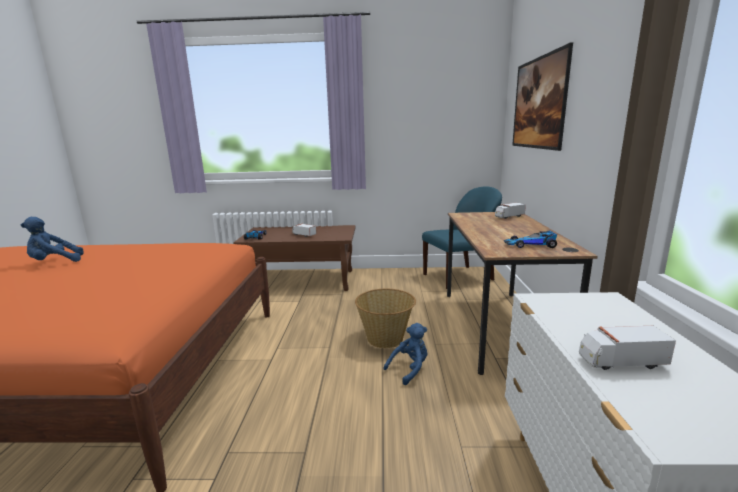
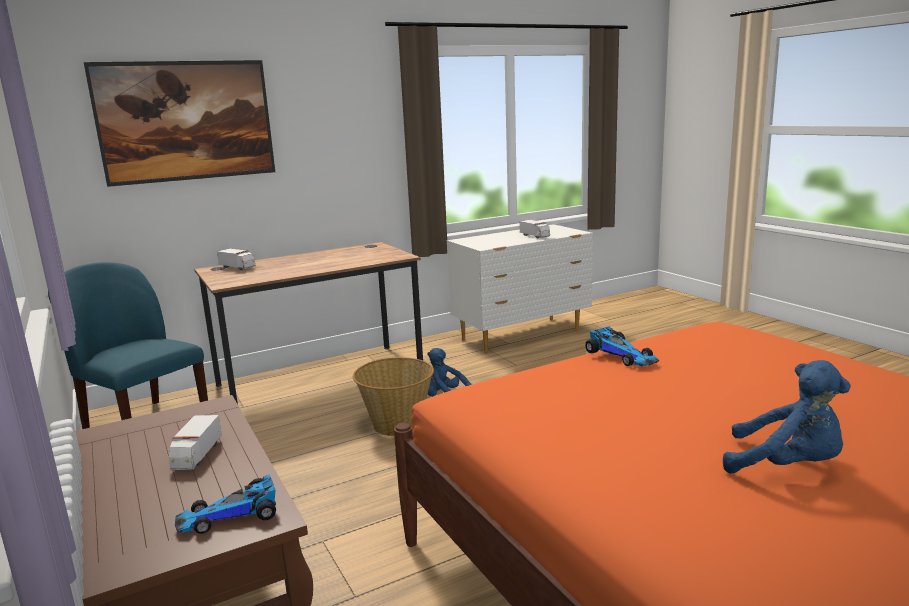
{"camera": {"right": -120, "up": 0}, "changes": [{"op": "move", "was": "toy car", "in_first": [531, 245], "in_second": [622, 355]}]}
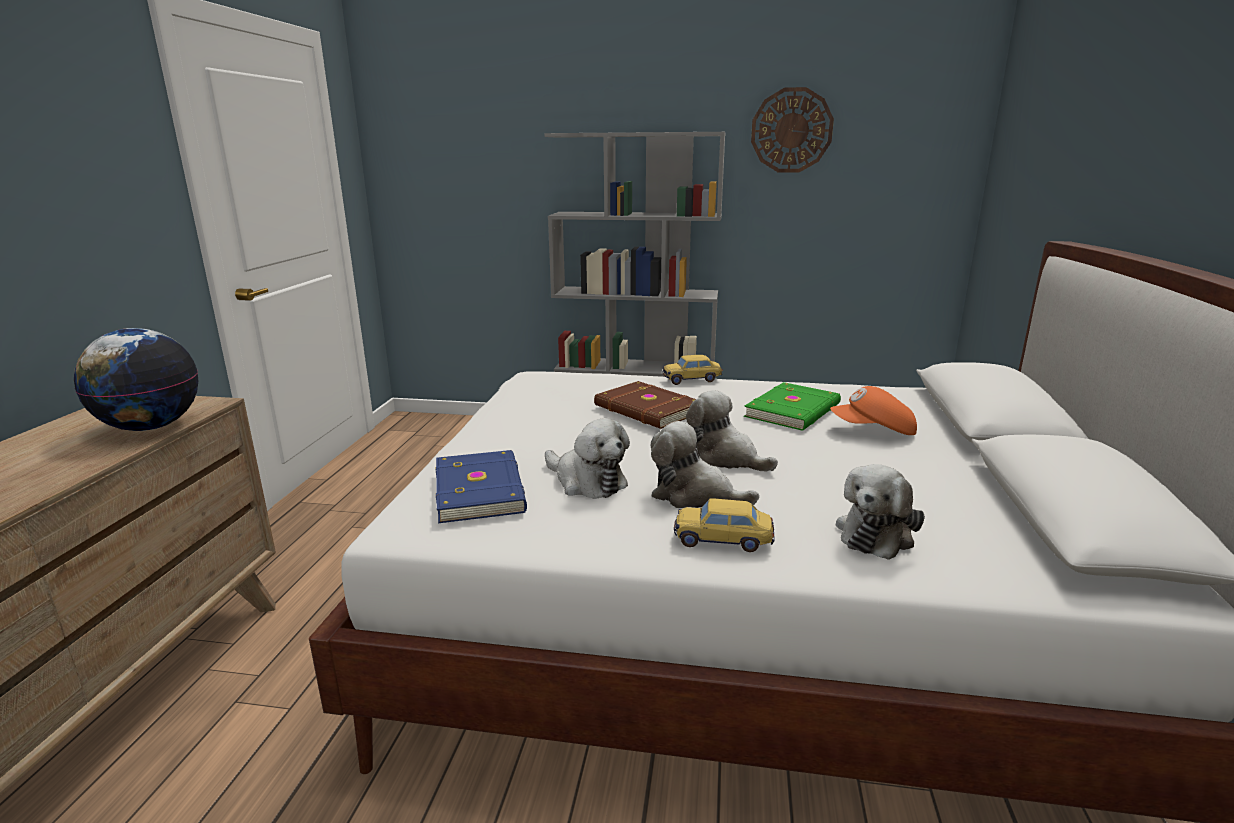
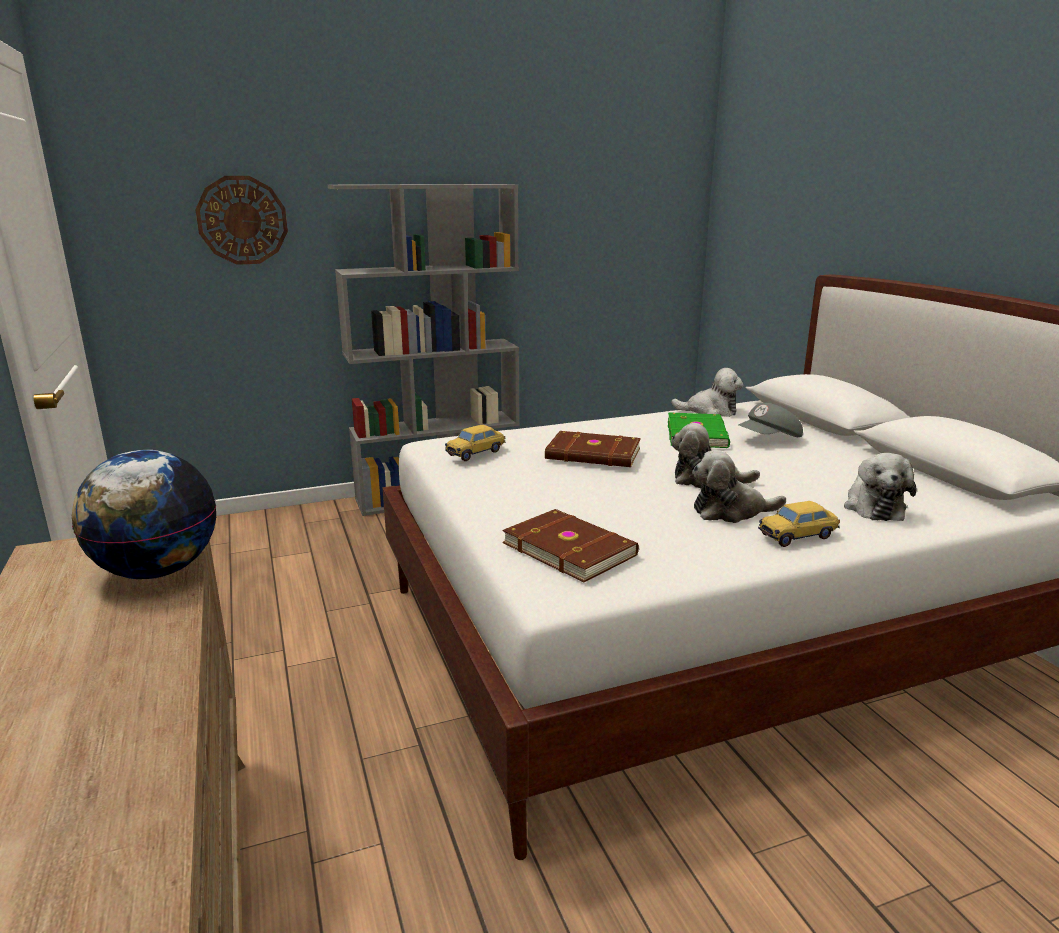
{"camera": {"right": -30, "up": 0}, "changes": [{"op": "move", "was": "hanging clock", "in_first": [791, 130], "in_second": [242, 220]}, {"op": "move", "was": "toy car", "in_first": [692, 380], "in_second": [476, 453]}, {"op": "recolor", "was": "bluish volume", "now": "brown volume", "in_first": [482, 490], "in_second": [570, 548]}, {"op": "move", "was": "soft toy", "in_first": [587, 482], "in_second": [710, 411]}, {"op": "recolor", "was": "orange peaked cap", "now": "gray peaked cap", "in_first": [873, 431], "in_second": [770, 439]}]}
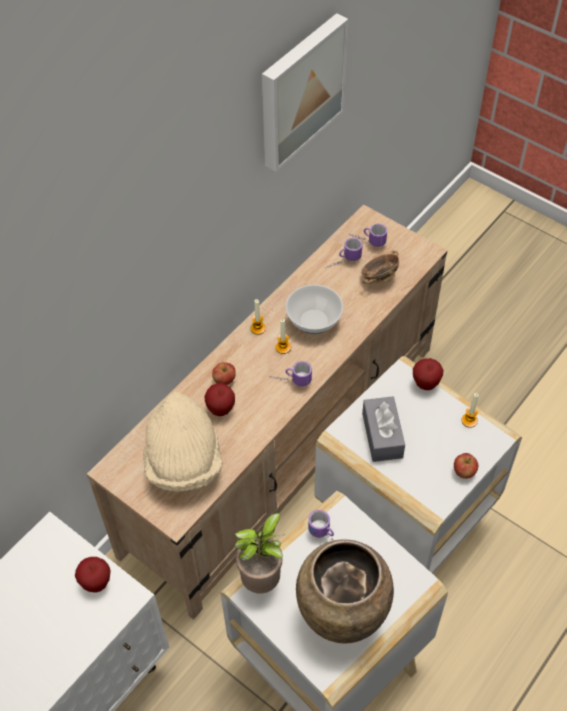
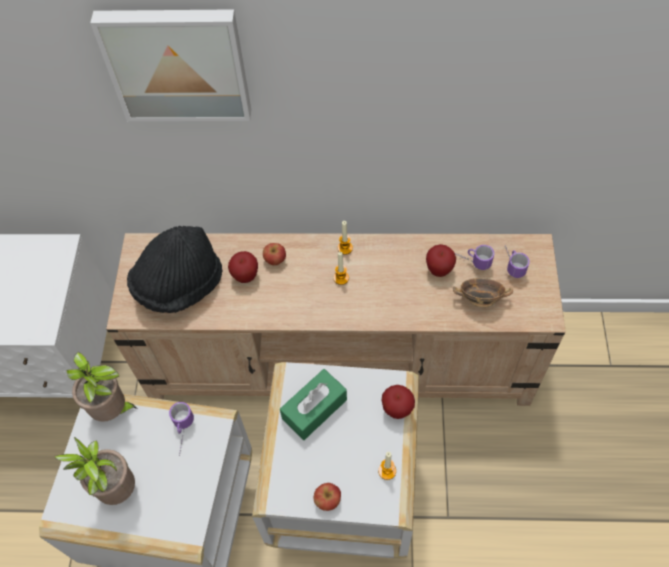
{"camera": {"right": 55, "up": 5}, "changes": [{"op": "replace", "was": "brown decorative vase", "now": "potted plant", "in_first": [340, 616], "in_second": [116, 489]}, {"op": "move", "was": "picture", "in_first": [300, 91], "in_second": [177, 63]}, {"op": "recolor", "was": "sand-coloured hat", "now": "black-coloured hat", "in_first": [183, 461], "in_second": [179, 285]}, {"op": "recolor", "was": "gray tissue box", "now": "green-coloured tissue box", "in_first": [382, 435], "in_second": [314, 409]}, {"op": "move", "was": "apple fruit", "in_first": [96, 583], "in_second": [439, 270]}, {"op": "delete", "was": "mug", "in_first": [290, 380]}, {"op": "delete", "was": "deep dish", "in_first": [313, 321]}]}
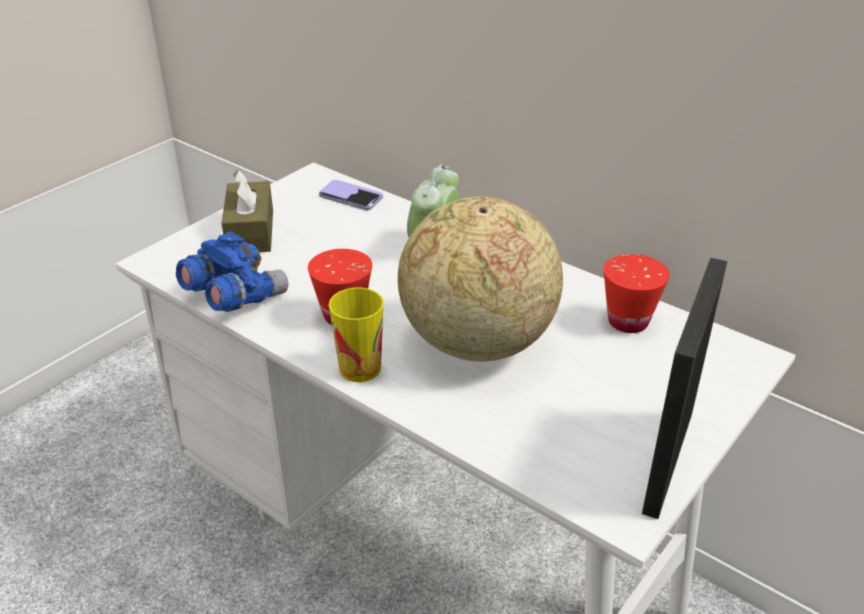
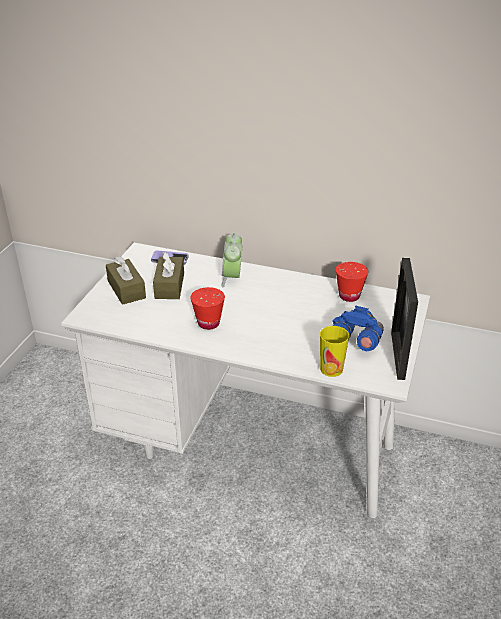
{"camera": {"right": -20, "up": 0}, "changes": [{"op": "insert", "now": "brown tissue box", "in_second": [169, 286]}, {"op": "move", "was": "cup", "in_first": [360, 368], "in_second": [331, 369]}, {"op": "move", "was": "bluish field glasses", "in_first": [234, 297], "in_second": [355, 342]}, {"op": "delete", "was": "desk globe", "in_first": [476, 343]}]}
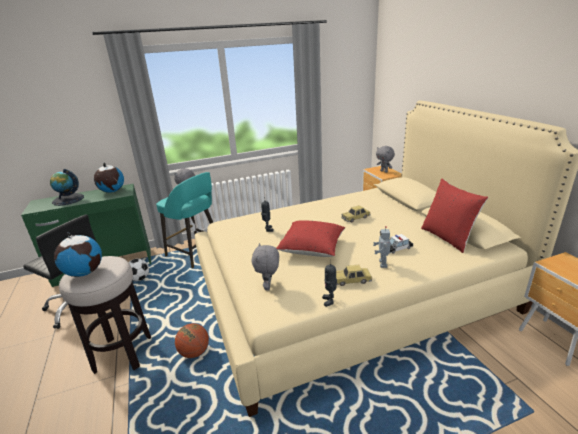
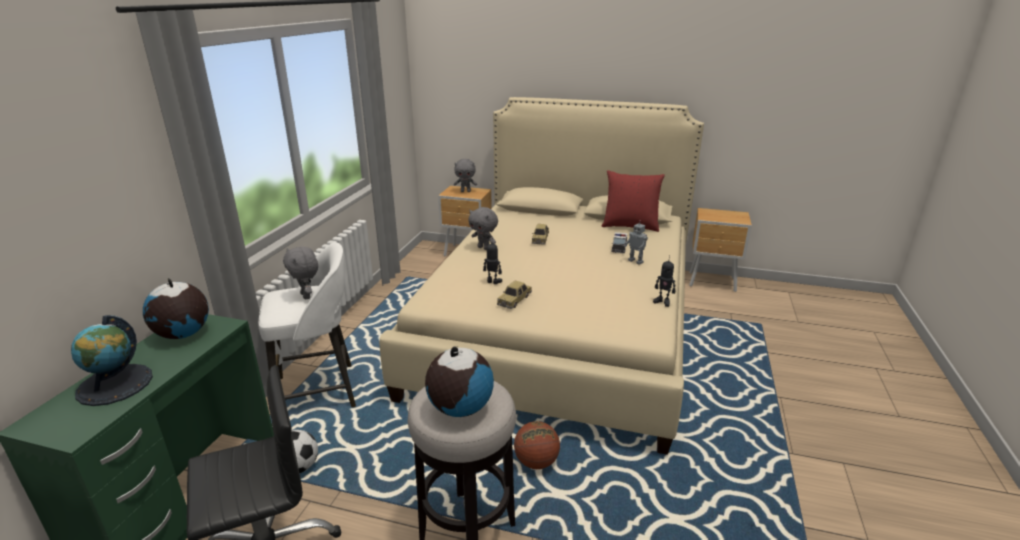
{"camera": {"right": -55, "up": 0}, "changes": [{"op": "recolor", "was": "turquoise-coloured stool seat", "now": "whitish stool seat", "in_first": [196, 253], "in_second": [319, 391]}, {"op": "move", "was": "gray soft toy", "in_first": [268, 286], "in_second": [484, 248]}, {"op": "move", "was": "toy car", "in_first": [351, 280], "in_second": [514, 300]}, {"op": "delete", "was": "red-coloured cushion", "in_first": [312, 248]}]}
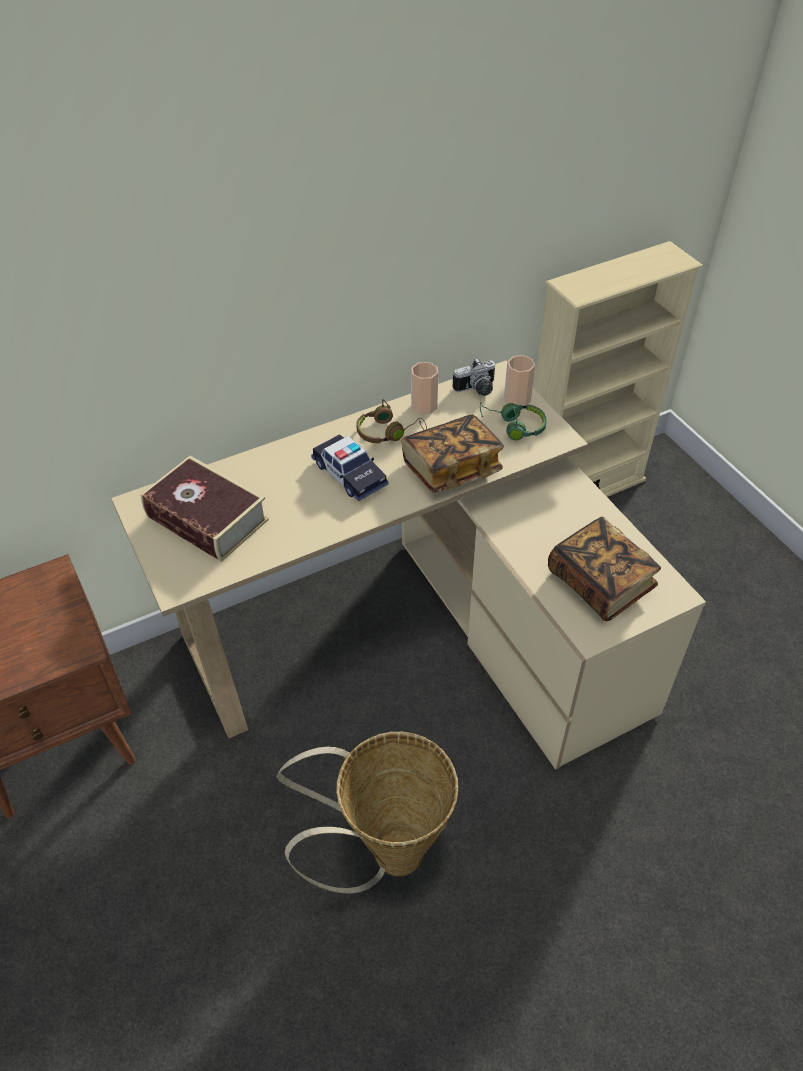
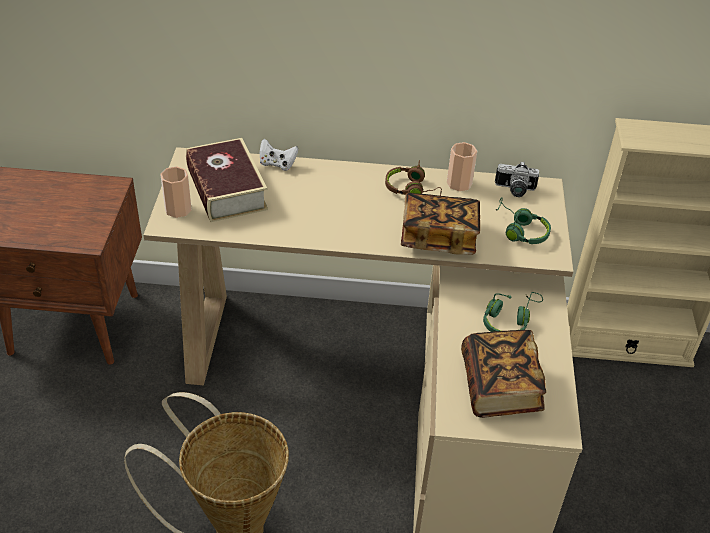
{"camera": {"right": 30, "up": -5}, "changes": [{"op": "move", "was": "cup", "in_first": [517, 399], "in_second": [178, 209]}, {"op": "insert", "now": "whitish game controller", "in_second": [277, 164]}, {"op": "insert", "now": "green-coloured pair of headphones", "in_second": [509, 320]}, {"op": "delete", "was": "toy car", "in_first": [349, 474]}]}
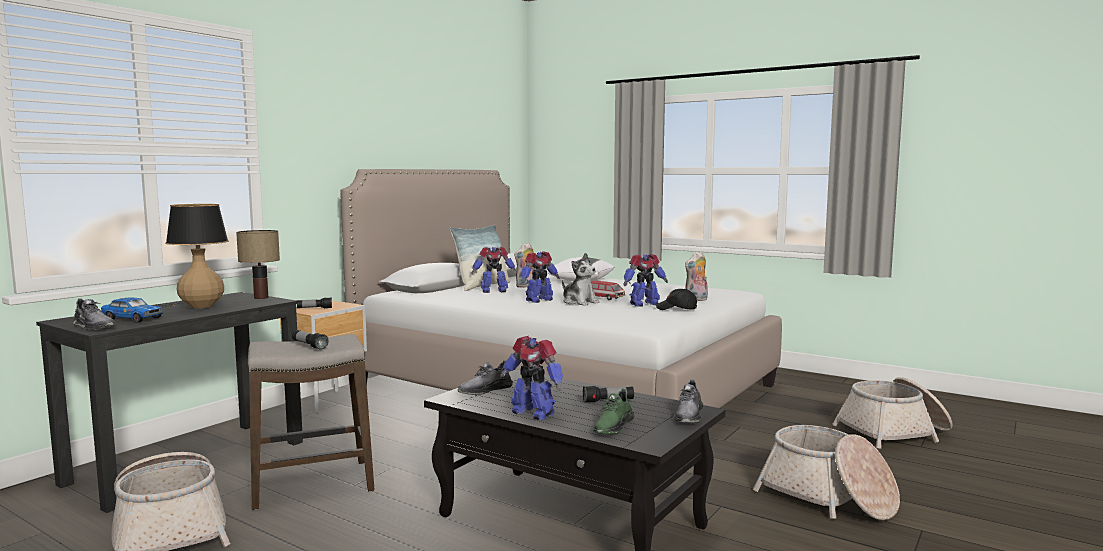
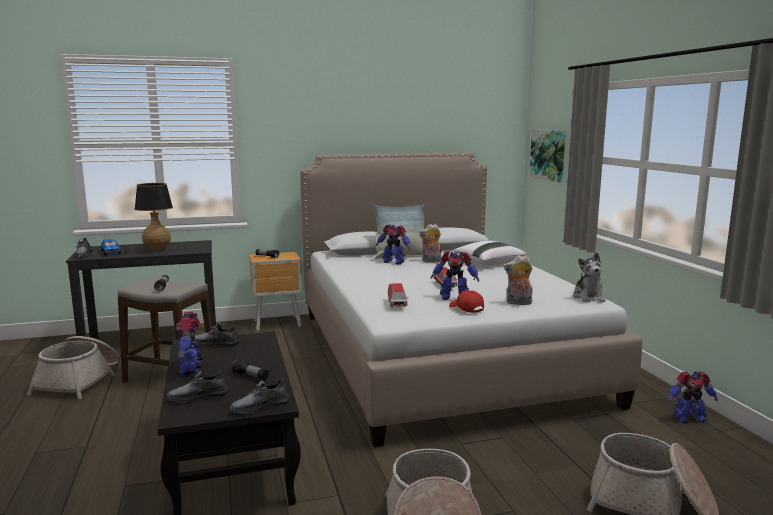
{"camera": {"right": 40, "up": 5}, "changes": [{"op": "recolor", "was": "green-coloured shoe", "now": "gray shoe", "in_first": [613, 426], "in_second": [198, 396]}, {"op": "insert", "now": "toy car", "in_second": [397, 303]}, {"op": "recolor", "was": "black-coloured peaked cap", "now": "red-coloured peaked cap", "in_first": [676, 309], "in_second": [466, 309]}, {"op": "insert", "now": "picture", "in_second": [548, 155]}, {"op": "move", "was": "soft toy", "in_first": [579, 302], "in_second": [588, 297]}, {"op": "move", "was": "toy robot", "in_first": [538, 300], "in_second": [688, 418]}, {"op": "delete", "was": "table lamp", "in_first": [262, 297]}]}
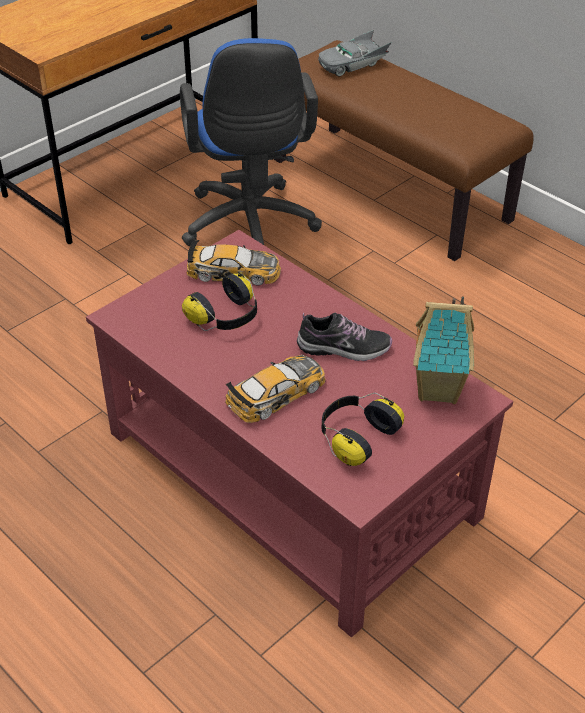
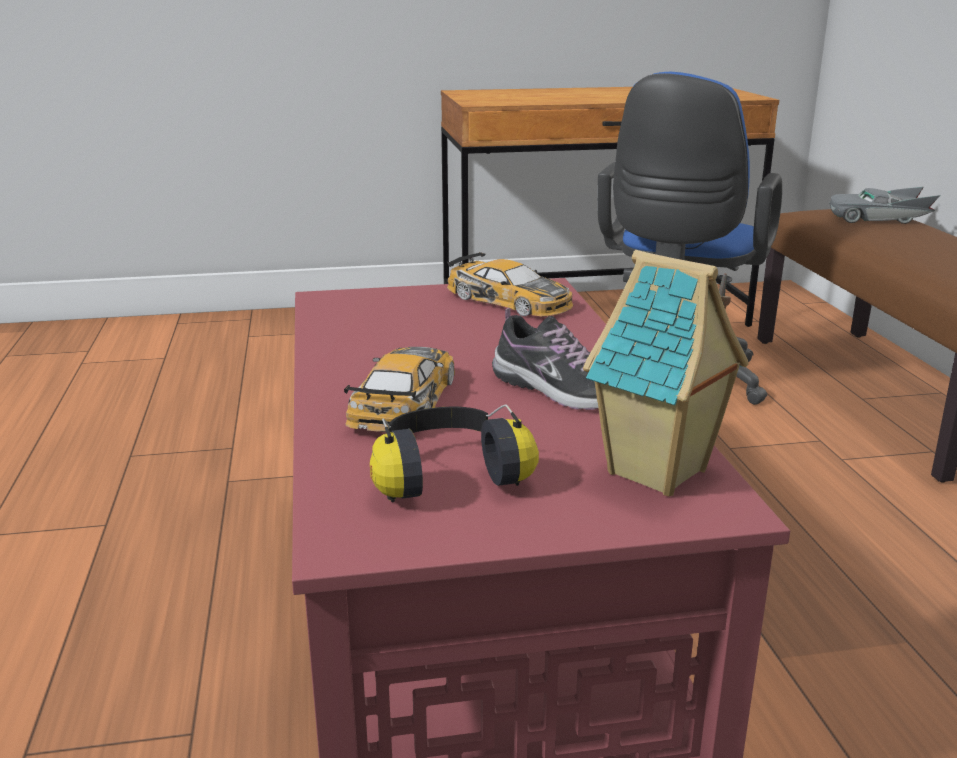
{"camera": {"right": 35, "up": -20}, "changes": [{"op": "rotate", "was": "toy car", "in_first": [277, 393], "in_second": [404, 400], "clockwise": -75}, {"op": "delete", "was": "pair of headphones", "in_first": [226, 317]}]}
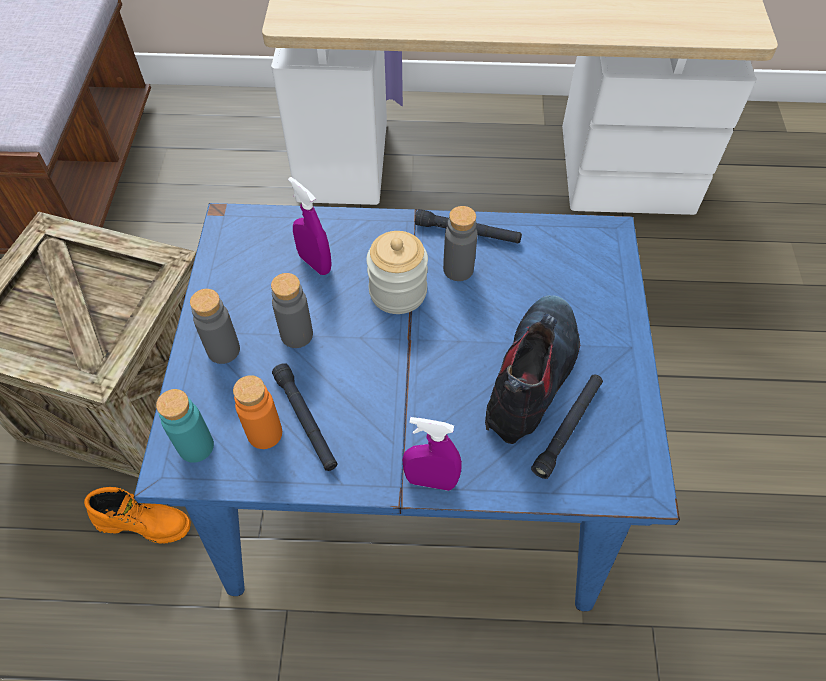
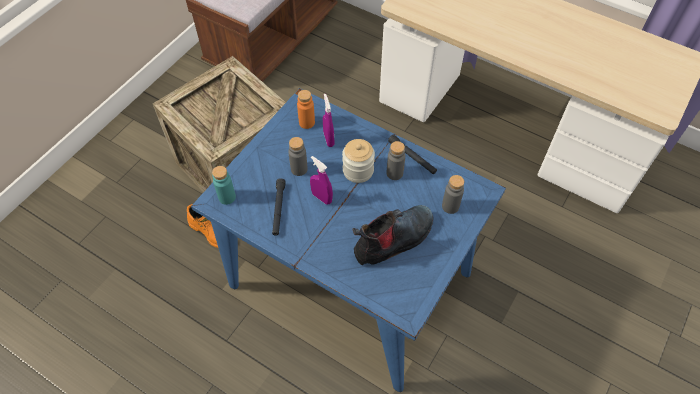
{"camera": {"right": 30, "up": 0}, "changes": [{"op": "move", "was": "orange bottle", "in_first": [265, 433], "in_second": [307, 122]}, {"op": "move", "was": "purple-coloured hand sprayer", "in_first": [431, 481], "in_second": [321, 197]}, {"op": "move", "was": "gray bottle", "in_first": [223, 350], "in_second": [450, 206]}, {"op": "delete", "was": "black-coloured torch", "in_first": [568, 427]}]}
